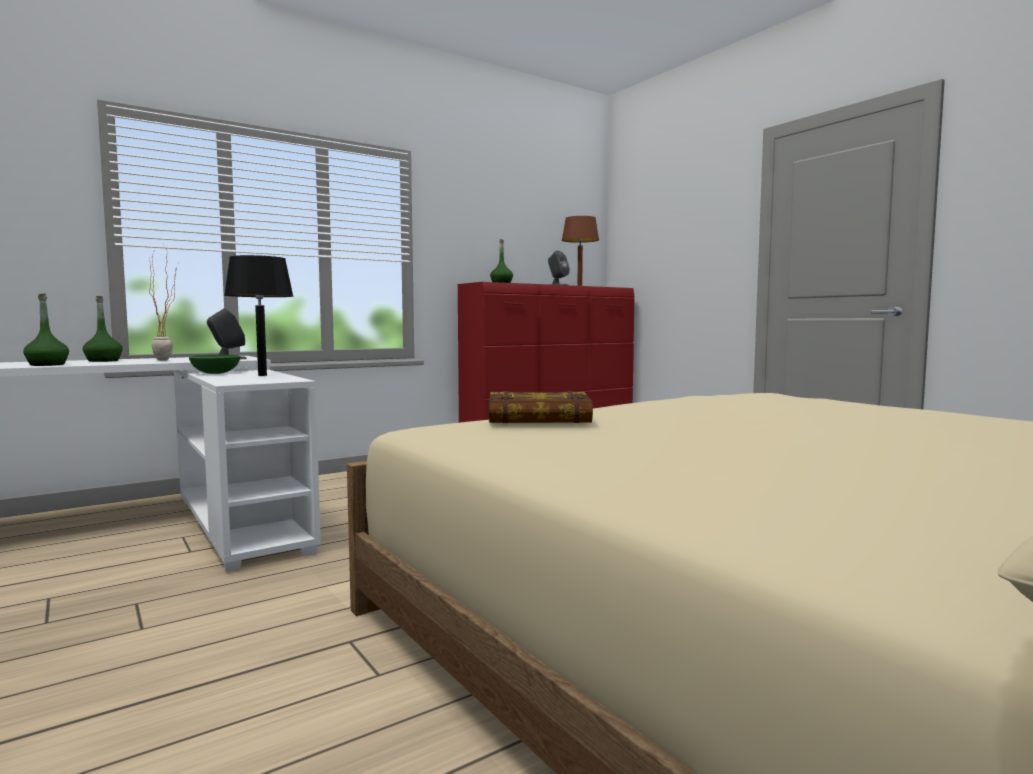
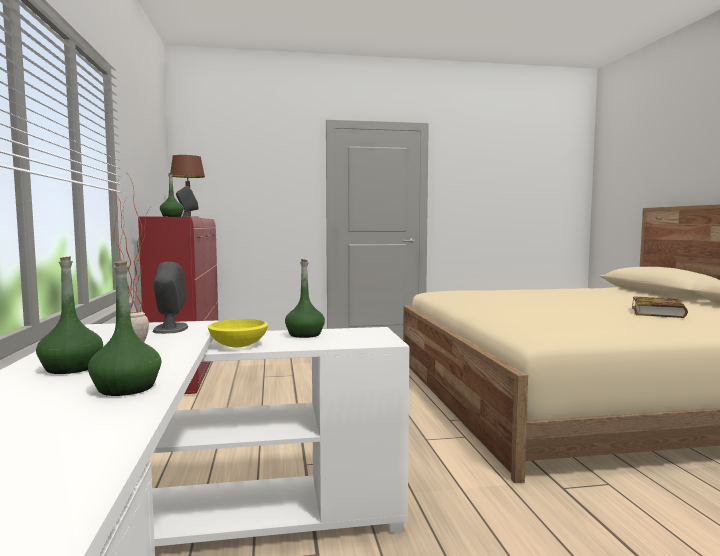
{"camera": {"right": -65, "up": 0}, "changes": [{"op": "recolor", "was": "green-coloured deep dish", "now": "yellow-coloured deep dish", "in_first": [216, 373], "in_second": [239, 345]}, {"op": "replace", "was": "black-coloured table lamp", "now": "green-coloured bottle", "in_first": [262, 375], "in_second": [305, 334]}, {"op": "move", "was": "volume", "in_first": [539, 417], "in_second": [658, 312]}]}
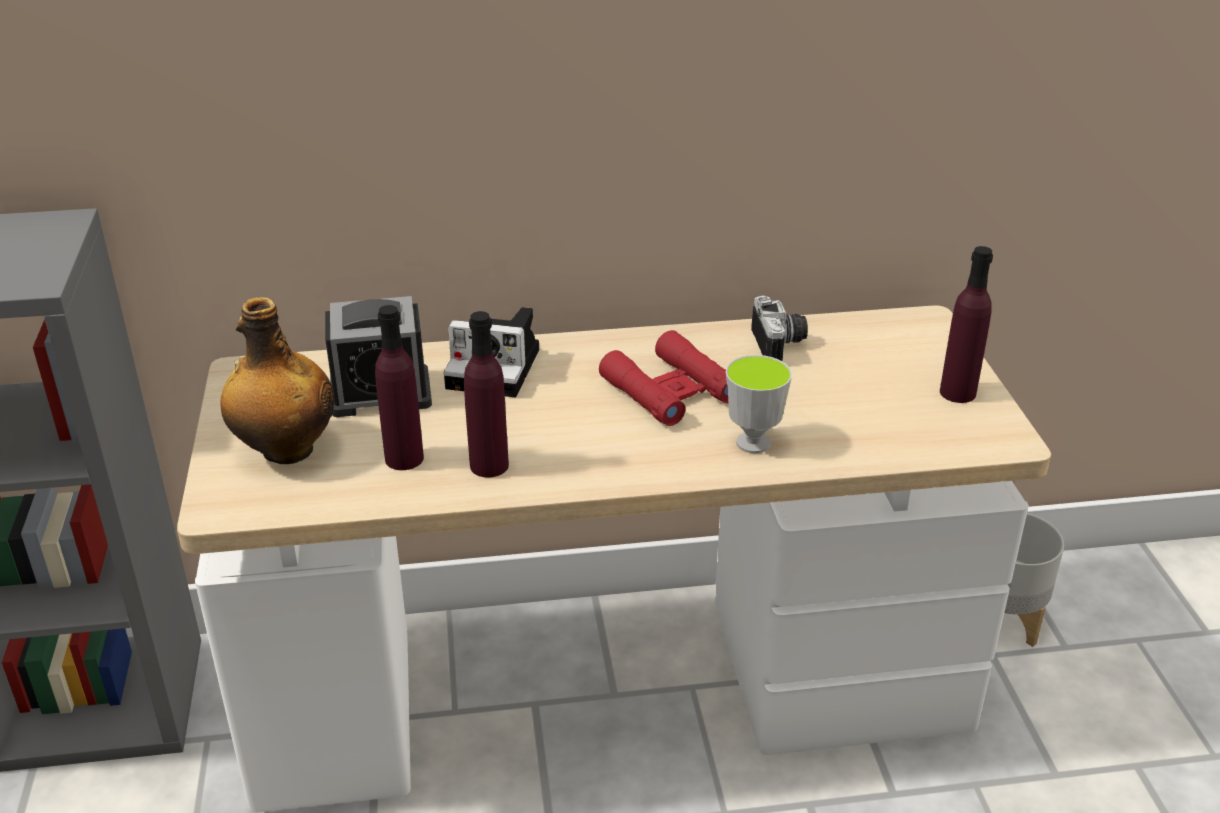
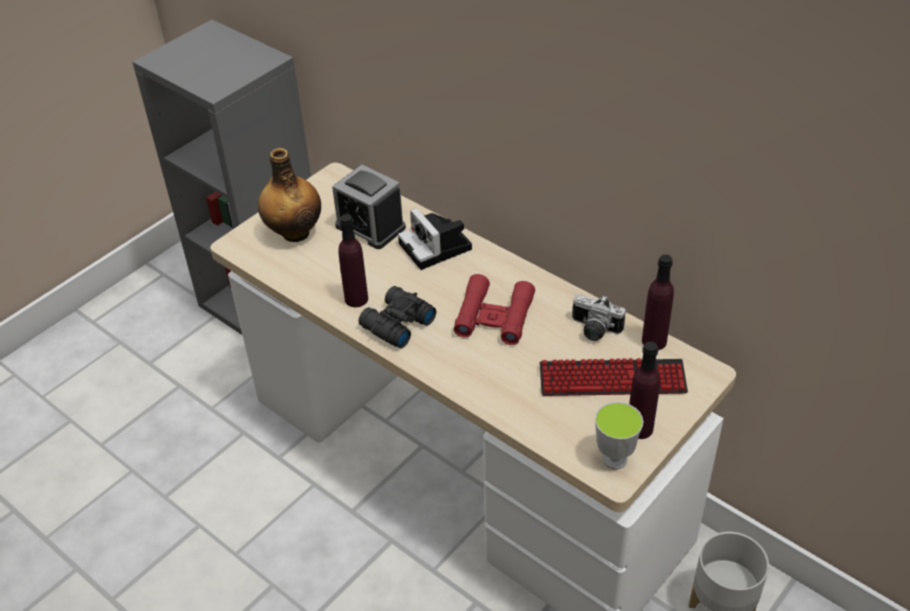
{"camera": {"right": 50, "up": 10}, "changes": [{"op": "insert", "now": "black-coloured field glasses", "in_second": [396, 324]}, {"op": "insert", "now": "PC keyboard", "in_second": [612, 379]}, {"op": "rotate", "was": "photo camera", "in_first": [781, 345], "in_second": [593, 330], "clockwise": 75}, {"op": "move", "was": "cup", "in_first": [753, 443], "in_second": [614, 459]}, {"op": "move", "was": "purple-coloured bottle", "in_first": [404, 458], "in_second": [654, 341]}]}
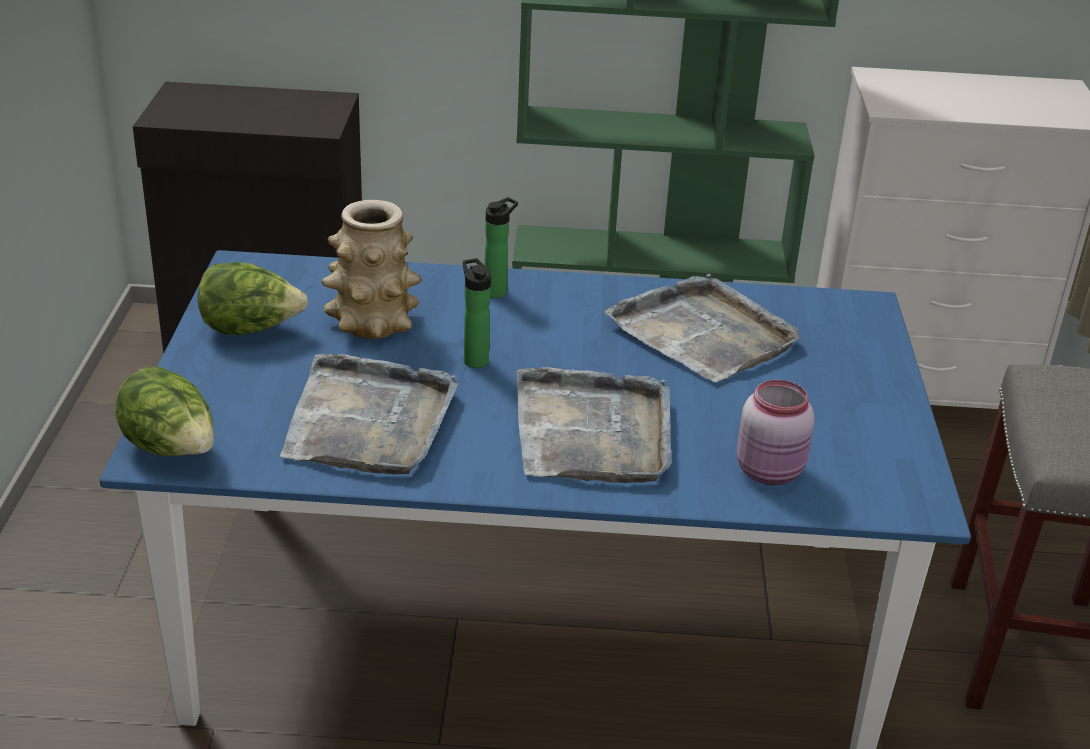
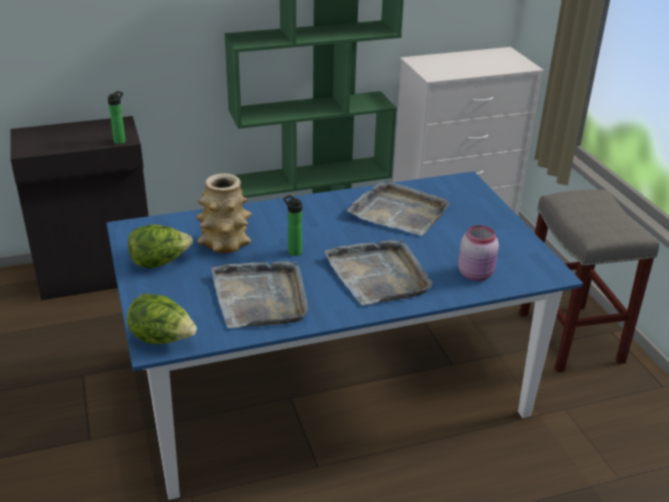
{"camera": {"right": -20, "up": 0}, "changes": [{"op": "move", "was": "bottle", "in_first": [498, 291], "in_second": [121, 141]}]}
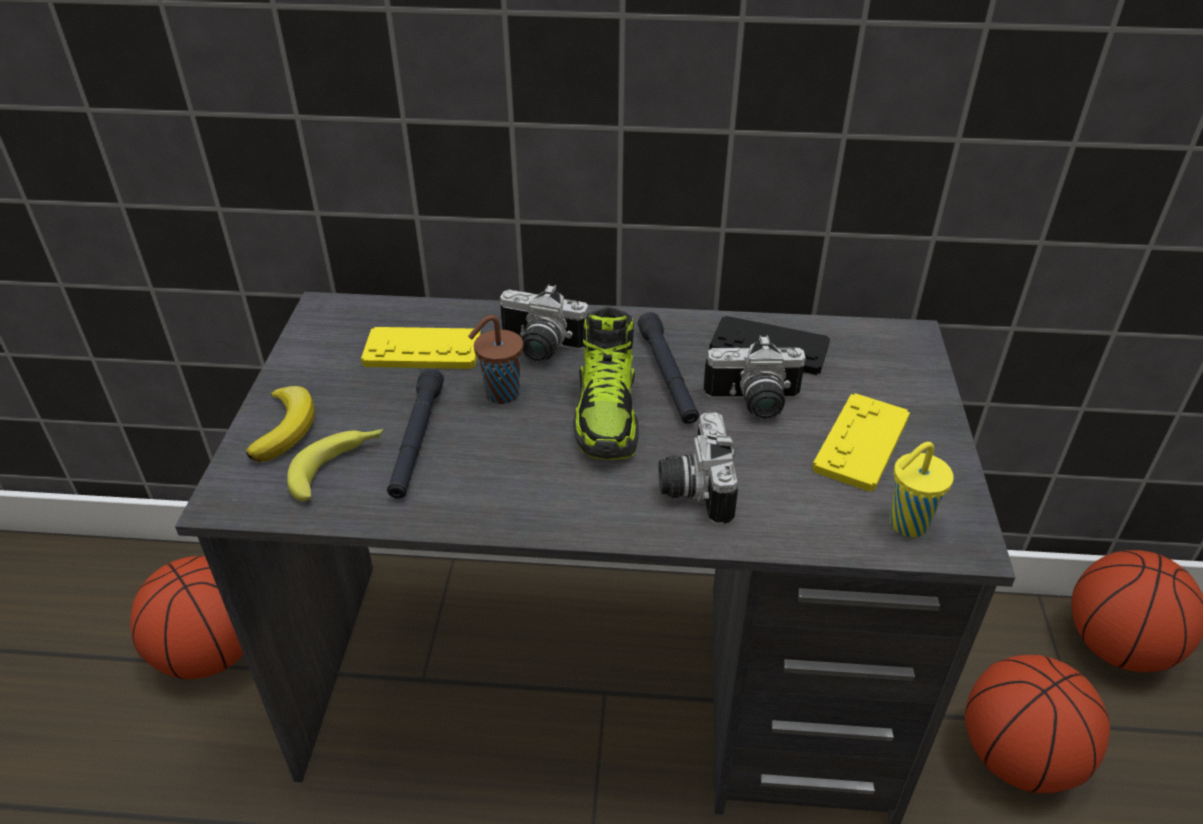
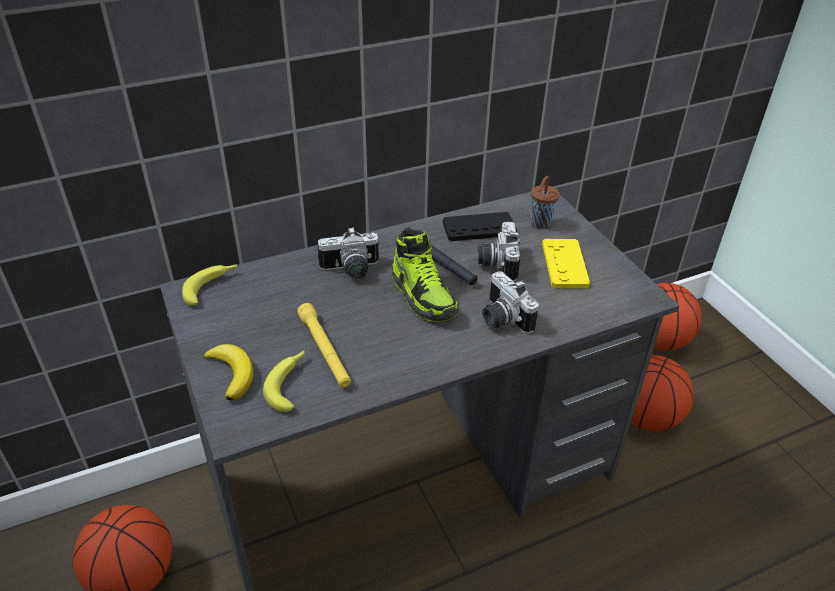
{"camera": {"right": -30, "up": 0}, "changes": [{"op": "insert", "now": "banana fruit", "in_second": [211, 287]}, {"op": "recolor", "was": "black-coloured torch", "now": "yellow-coloured torch", "in_first": [416, 441], "in_second": [325, 350]}, {"op": "rotate", "was": "photo camera", "in_first": [753, 404], "in_second": [496, 262], "clockwise": 120}, {"op": "move", "was": "brown cup", "in_first": [500, 395], "in_second": [540, 224]}, {"op": "delete", "was": "yellow-coloured game controller", "in_first": [422, 350]}, {"op": "delete", "was": "yellow-coloured cup", "in_first": [906, 525]}]}
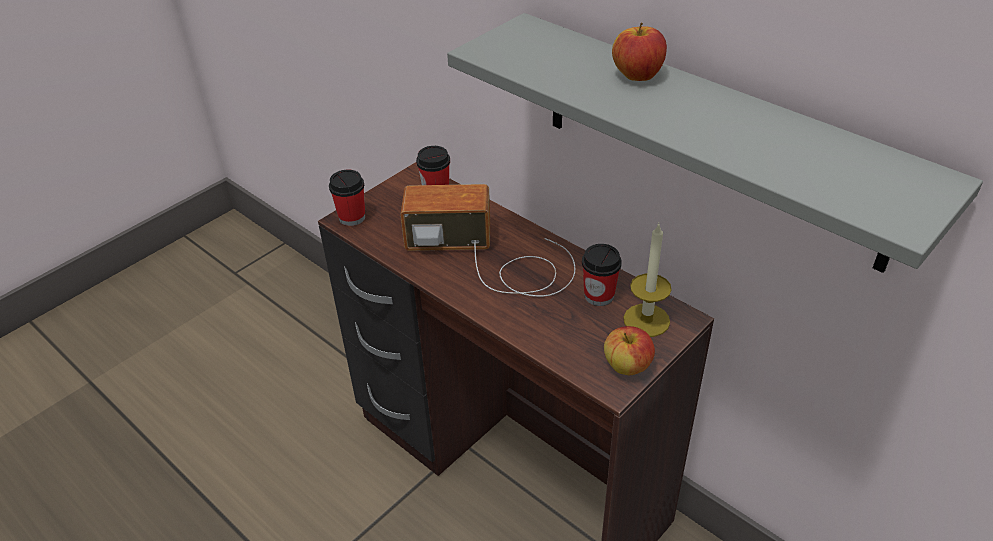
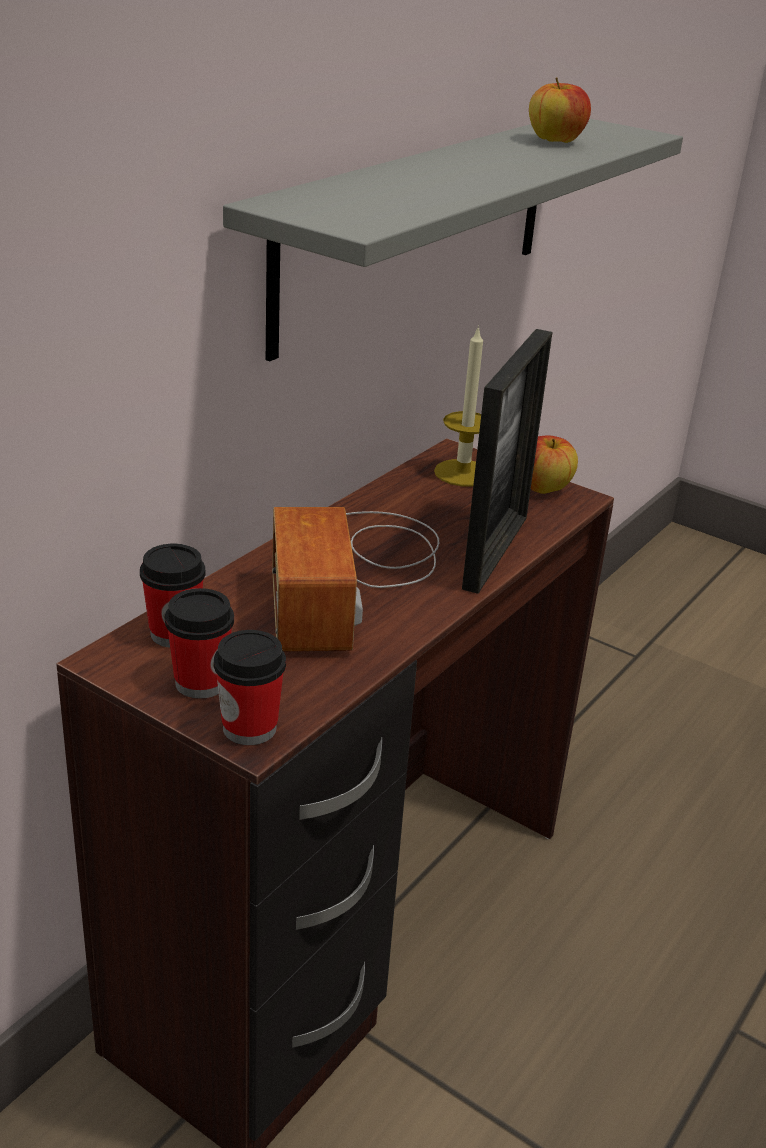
{"camera": {"right": -100, "up": -10}, "changes": [{"op": "move", "was": "cup", "in_first": [599, 295], "in_second": [201, 683]}, {"op": "insert", "now": "standing frame", "in_second": [495, 552]}, {"op": "move", "was": "apple fruit", "in_first": [637, 76], "in_second": [555, 141]}]}
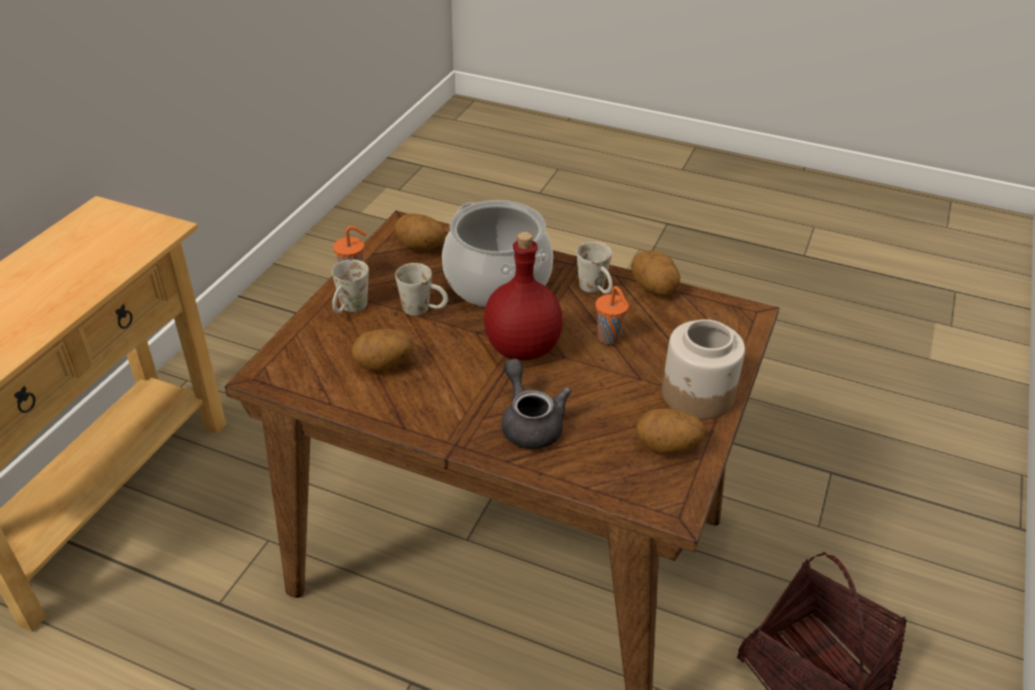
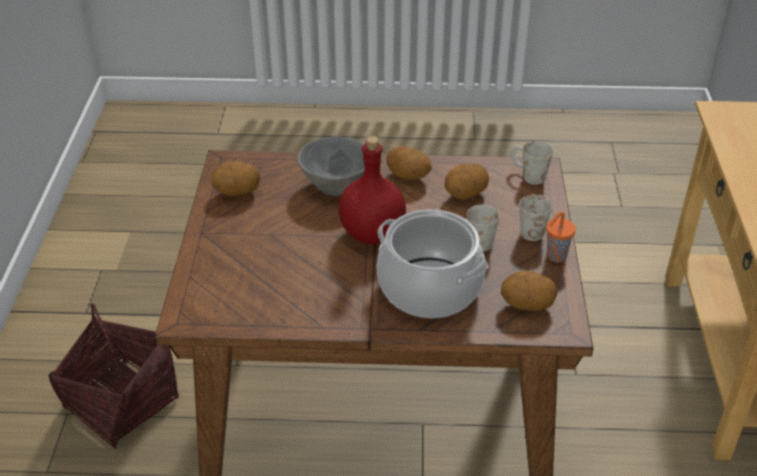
{"camera": {"right": 160, "up": 0}, "changes": [{"op": "replace", "was": "gray pot for tea", "now": "gray deep dish", "in_first": [530, 422], "in_second": [338, 184]}, {"op": "move", "was": "spud", "in_first": [654, 288], "in_second": [408, 177]}, {"op": "move", "was": "whitish mug", "in_first": [596, 290], "in_second": [527, 175]}, {"op": "delete", "was": "orange cup", "in_first": [609, 338]}, {"op": "delete", "was": "storage jar", "in_first": [697, 395]}]}
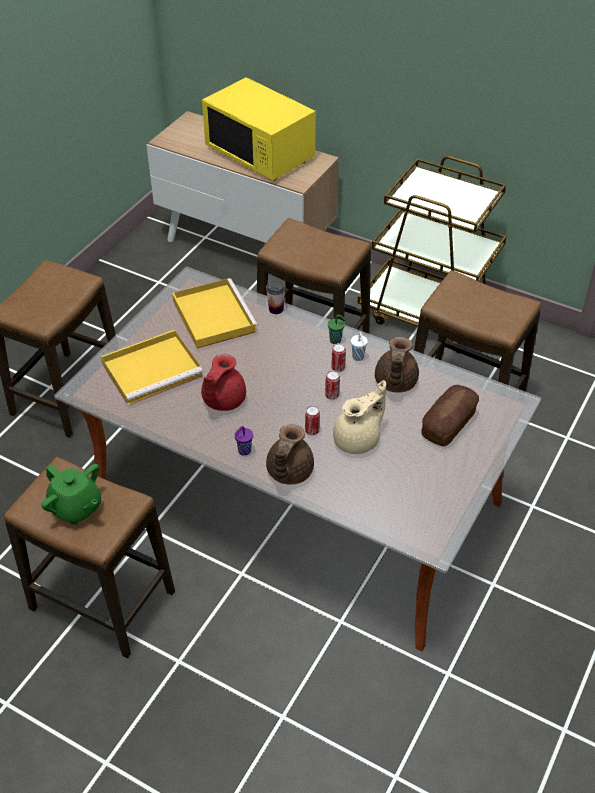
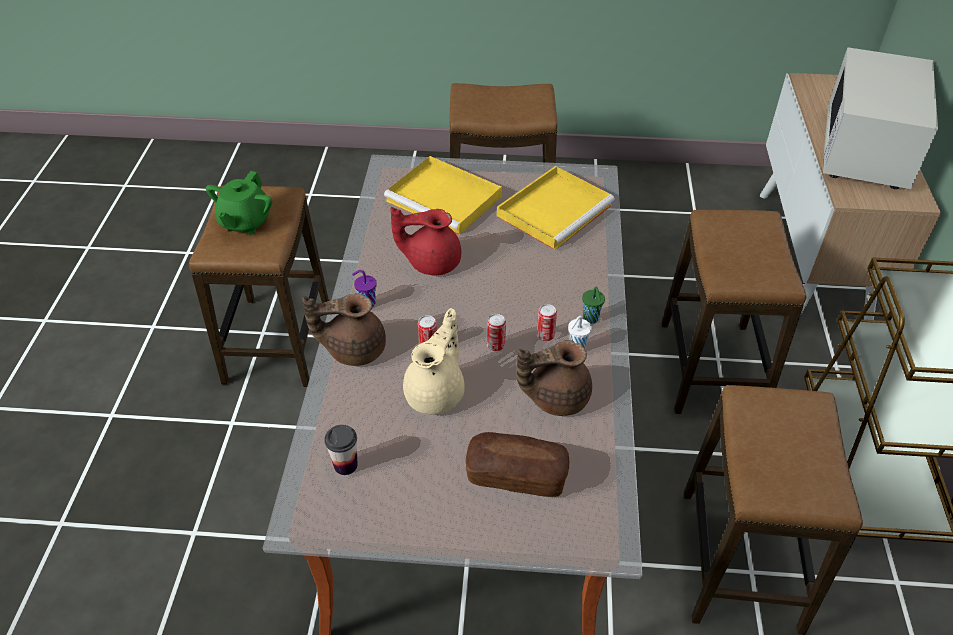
{"camera": {"right": 65, "up": 0}, "changes": [{"op": "move", "was": "cup", "in_first": [276, 309], "in_second": [345, 465]}, {"op": "rotate", "was": "sand-coloured pot for tea", "in_first": [358, 440], "in_second": [437, 393], "clockwise": -90}, {"op": "recolor", "was": "yellow-coloured microwave oven", "now": "whitish microwave oven", "in_first": [260, 154], "in_second": [865, 151]}]}
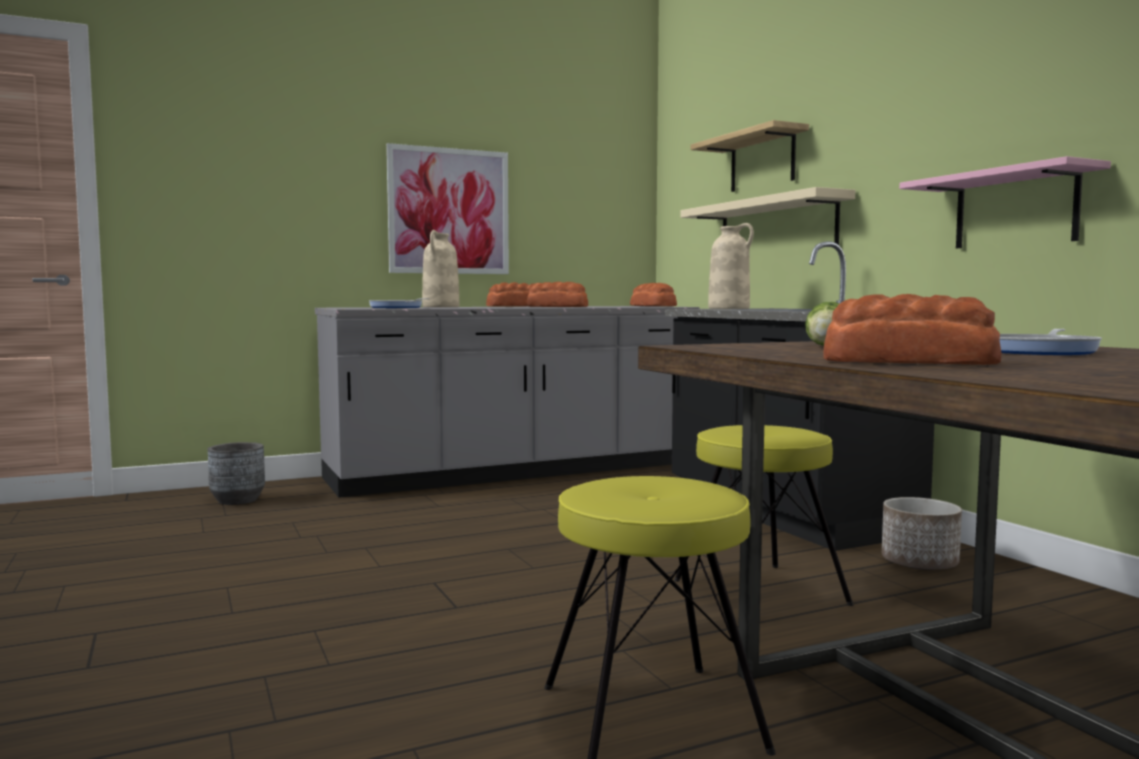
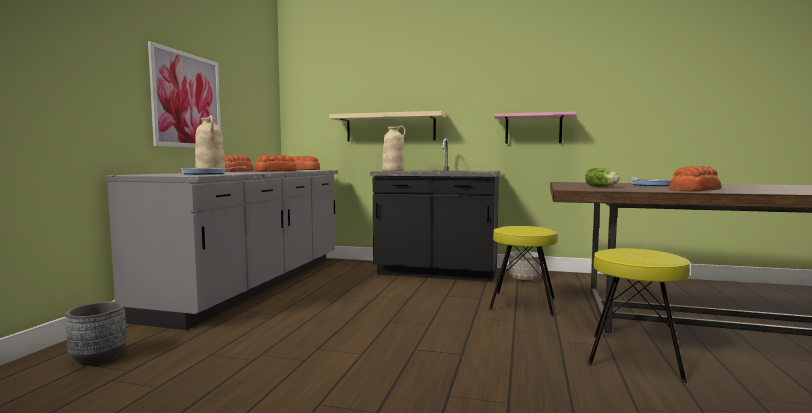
{"camera": {"right": -50, "up": 0}, "changes": [{"op": "delete", "was": "bracket shelf", "in_first": [762, 161]}]}
